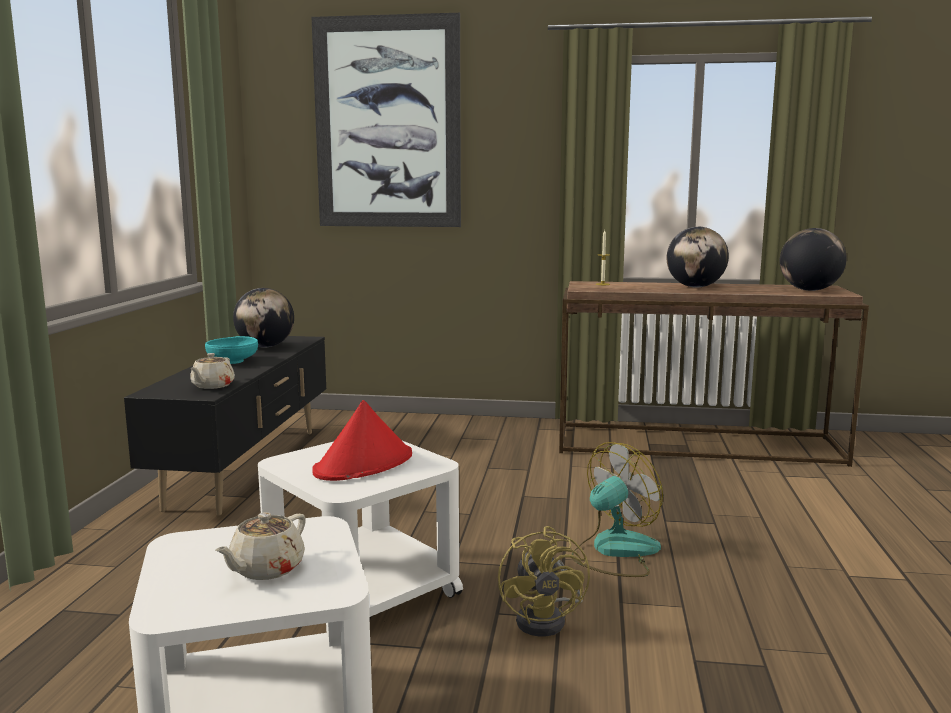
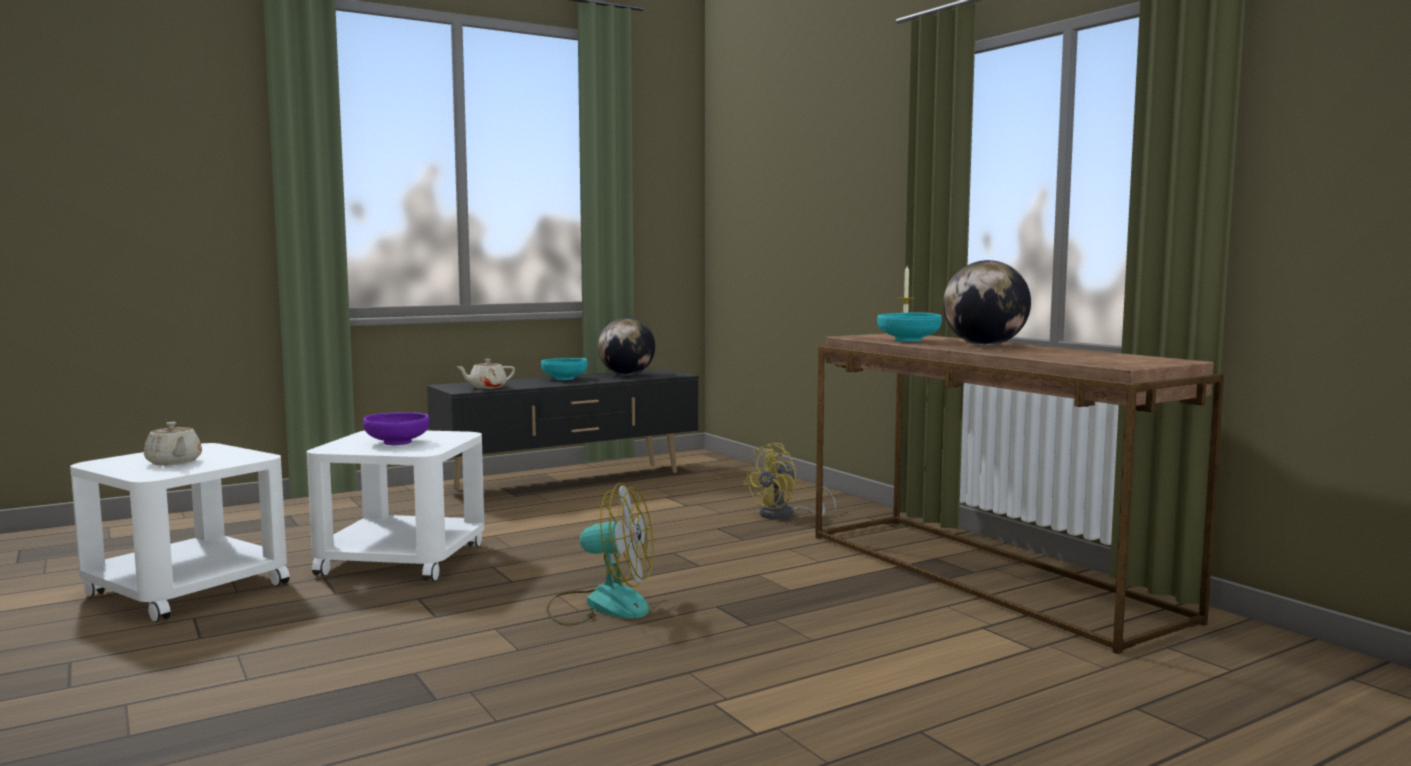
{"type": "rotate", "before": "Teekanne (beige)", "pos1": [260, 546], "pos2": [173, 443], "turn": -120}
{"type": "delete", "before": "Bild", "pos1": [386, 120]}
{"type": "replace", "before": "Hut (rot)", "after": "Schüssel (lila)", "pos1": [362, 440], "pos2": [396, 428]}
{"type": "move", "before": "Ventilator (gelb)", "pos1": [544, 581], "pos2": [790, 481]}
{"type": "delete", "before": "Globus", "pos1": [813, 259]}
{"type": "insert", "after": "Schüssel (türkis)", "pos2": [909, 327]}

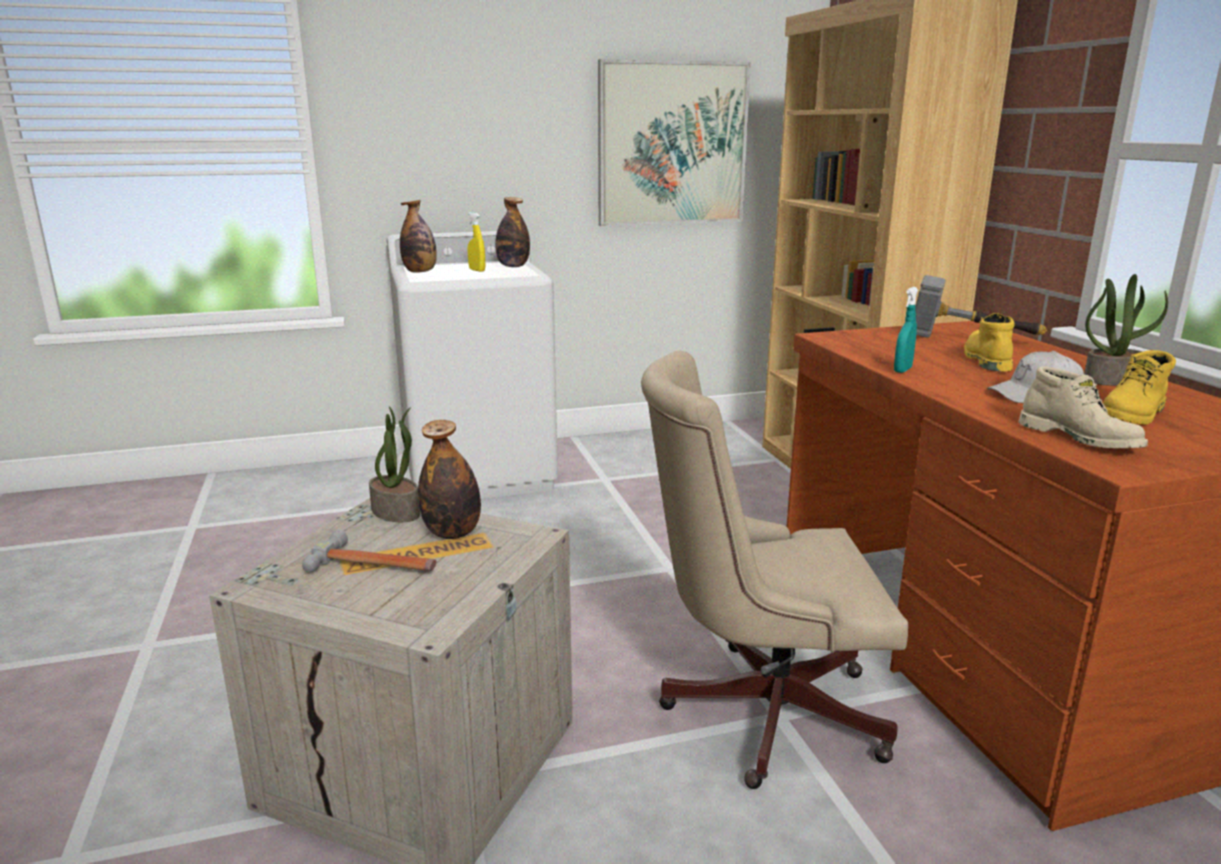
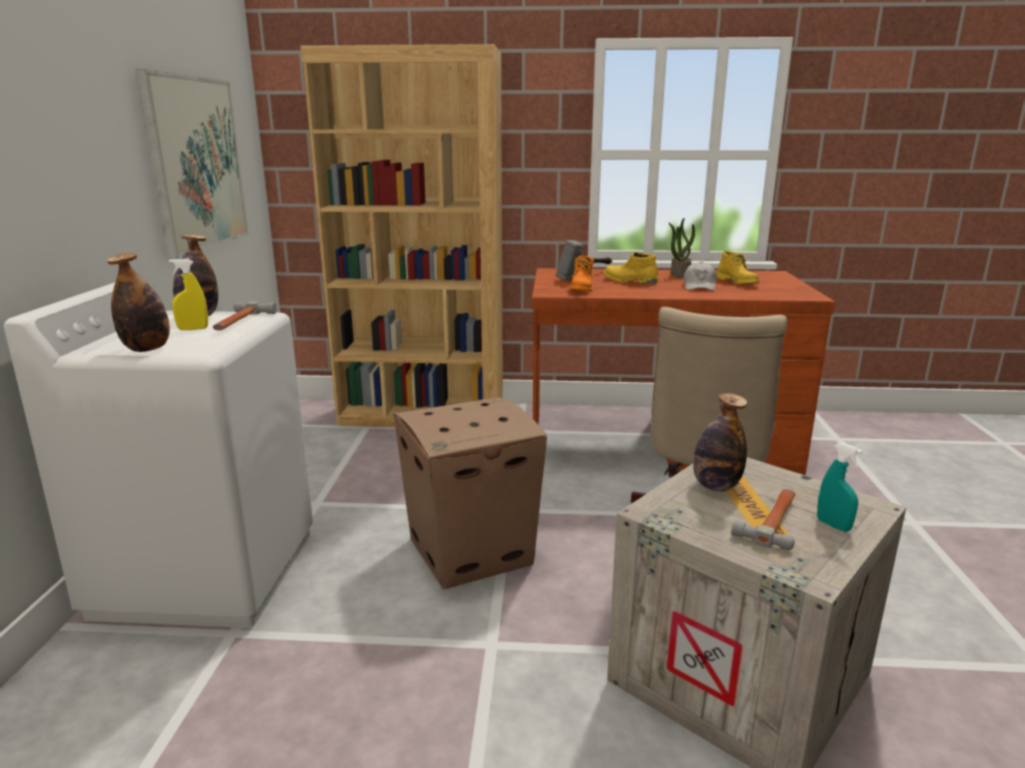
{"type": "delete", "before": "Topfpflanze", "pos1": [394, 464]}
{"type": "move", "before": "Sprühflasche (türkis)", "pos1": [906, 330], "pos2": [840, 487]}
{"type": "delete", "before": "Stiefel (beige)", "pos1": [1083, 407]}
{"type": "insert", "after": "Hammer", "pos2": [245, 316]}
{"type": "insert", "after": "Karton", "pos2": [470, 493]}
{"type": "insert", "after": "Stiefel (orange)", "pos2": [581, 274]}

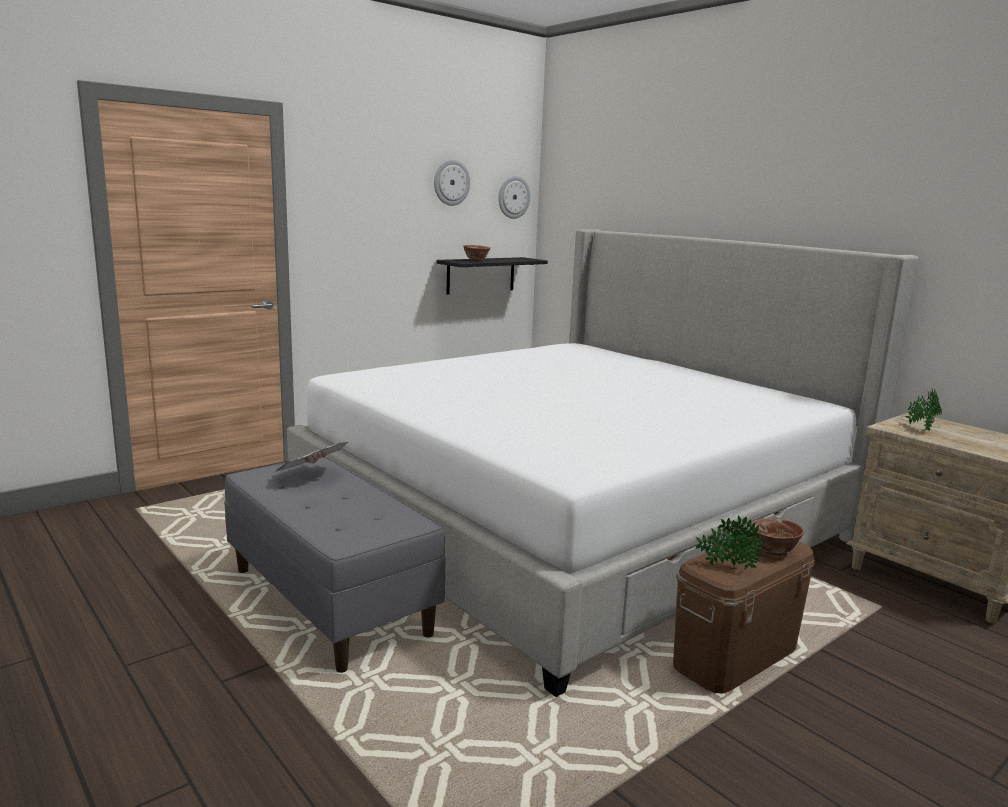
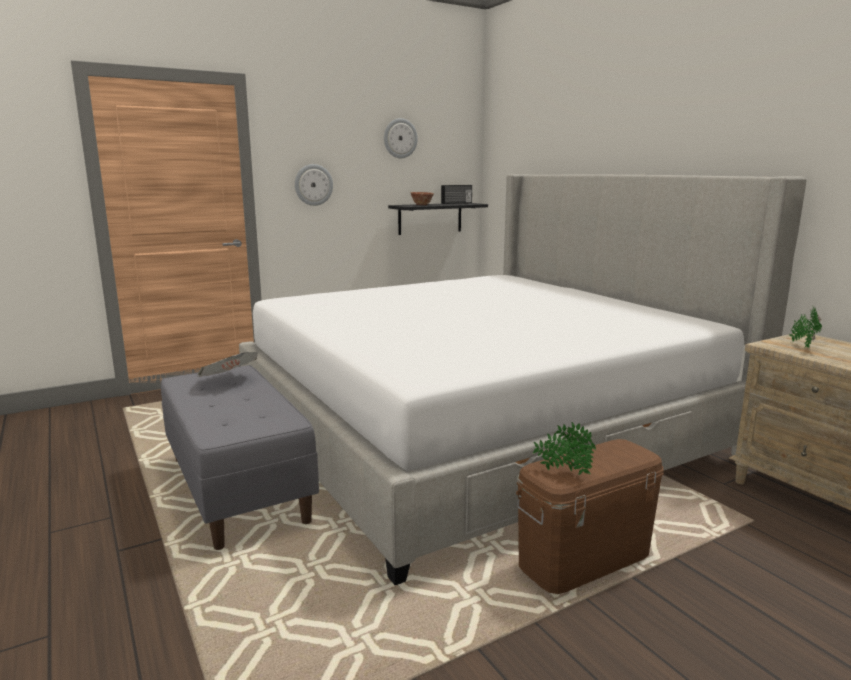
{"type": "move", "before": "Wanduhr", "pos1": [514, 197], "pos2": [314, 185]}
{"type": "delete", "before": "Schüssel", "pos1": [777, 537]}
{"type": "insert", "after": "Radio", "pos2": [456, 194]}

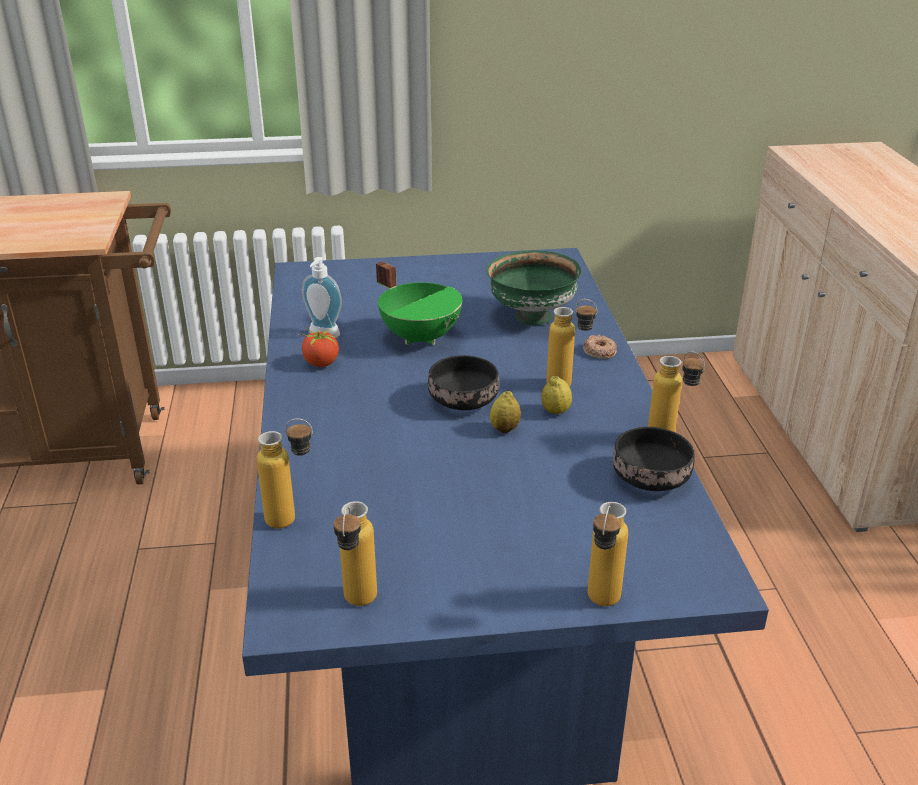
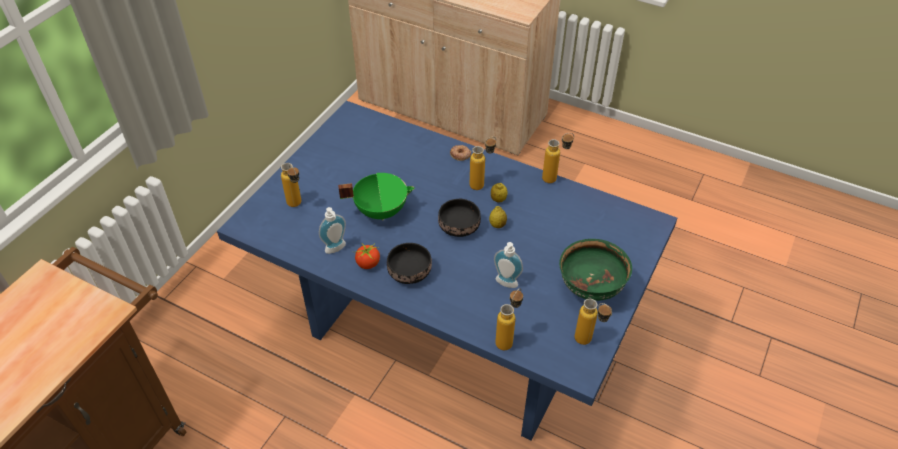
{"type": "move", "before": "Schüssel (grün)", "pos1": [534, 287], "pos2": [595, 270]}
{"type": "move", "before": "Flasche", "pos1": [608, 554], "pos2": [291, 185]}
{"type": "move", "before": "Schüssel (schwarz)", "pos1": [654, 459], "pos2": [409, 263]}
{"type": "insert", "after": "Seifenspender", "pos2": [508, 265]}

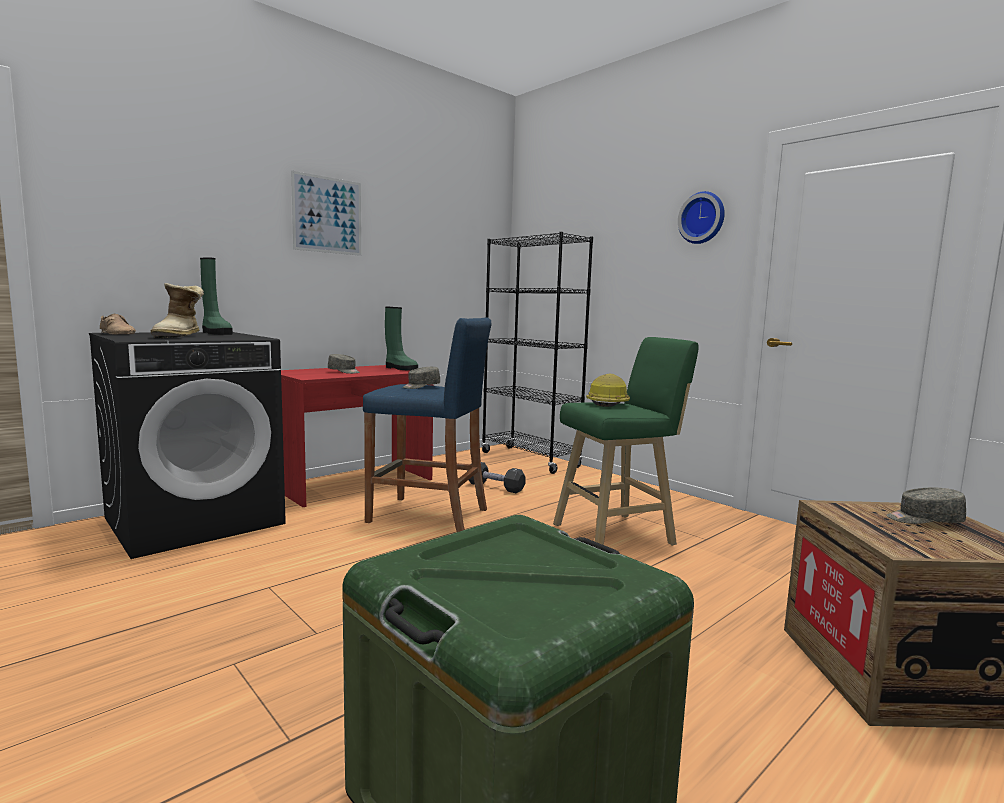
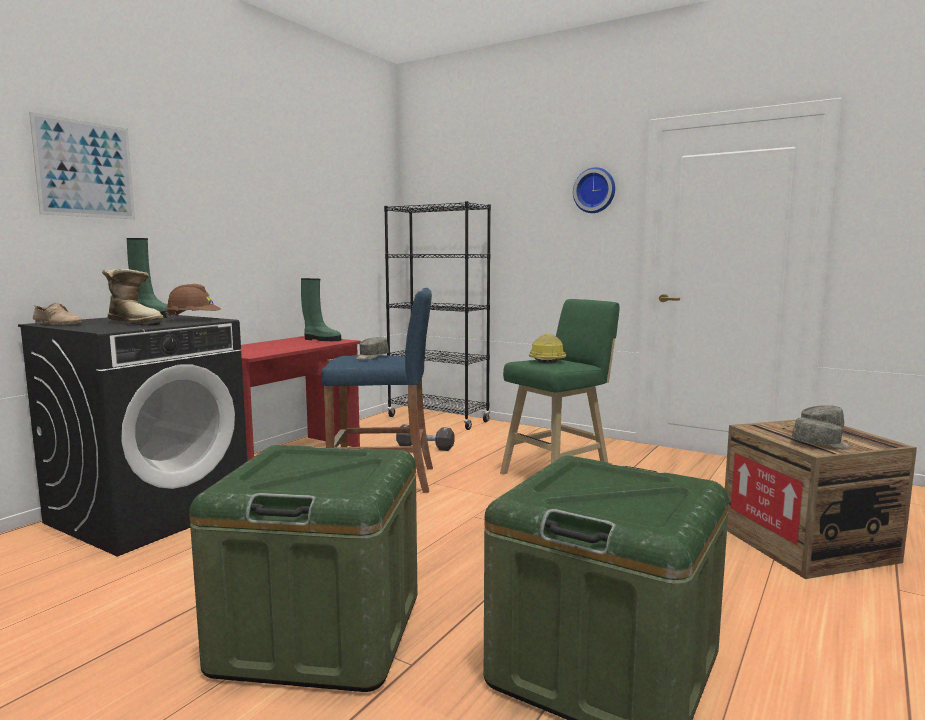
{"type": "rotate", "before": "Stiefel", "pos1": [177, 310], "pos2": [133, 297], "turn": -45}
{"type": "move", "before": "Bild", "pos1": [326, 213], "pos2": [82, 165]}
{"type": "move", "before": "Kappe (grau)", "pos1": [344, 364], "pos2": [822, 434]}
{"type": "insert", "after": "Schutzhelm (braun)", "pos2": [193, 302]}
{"type": "insert", "after": "Aufbewahrungsbox (grün)", "pos2": [303, 568]}

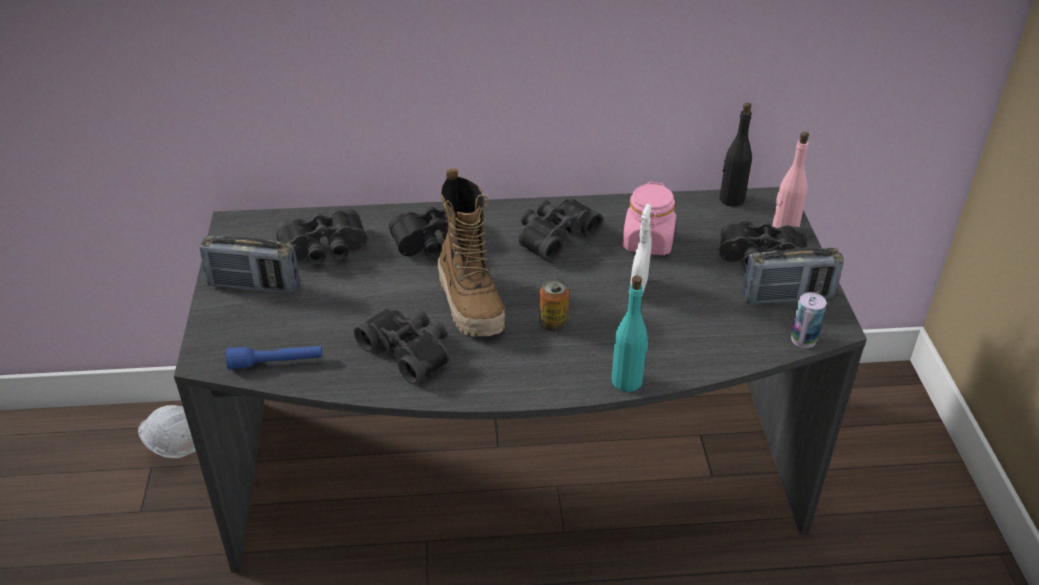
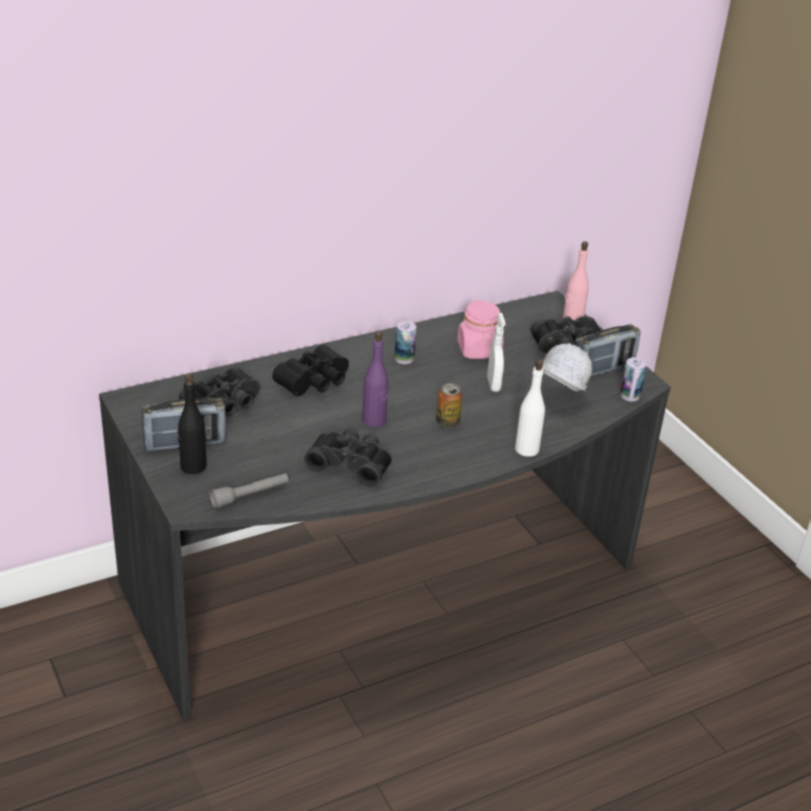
{"type": "move", "before": "Schutzhelm (weiß)", "pos1": [167, 431], "pos2": [567, 367]}
{"type": "recolor", "before": "Taschenlampe (blau)", "after": "Taschenlampe (grau)", "pos1": [274, 358], "pos2": [249, 491]}
{"type": "replace", "before": "Stiefel", "after": "Flasche (lila)", "pos1": [471, 252], "pos2": [375, 379]}
{"type": "replace", "before": "Fernglas (schwarz)", "after": "Dose", "pos1": [560, 230], "pos2": [406, 342]}
{"type": "recolor", "before": "Flasche (türkis)", "after": "Flasche (weiß)", "pos1": [630, 334], "pos2": [530, 408]}
{"type": "move", "before": "Flasche (schwarz)", "pos1": [736, 155], "pos2": [191, 423]}

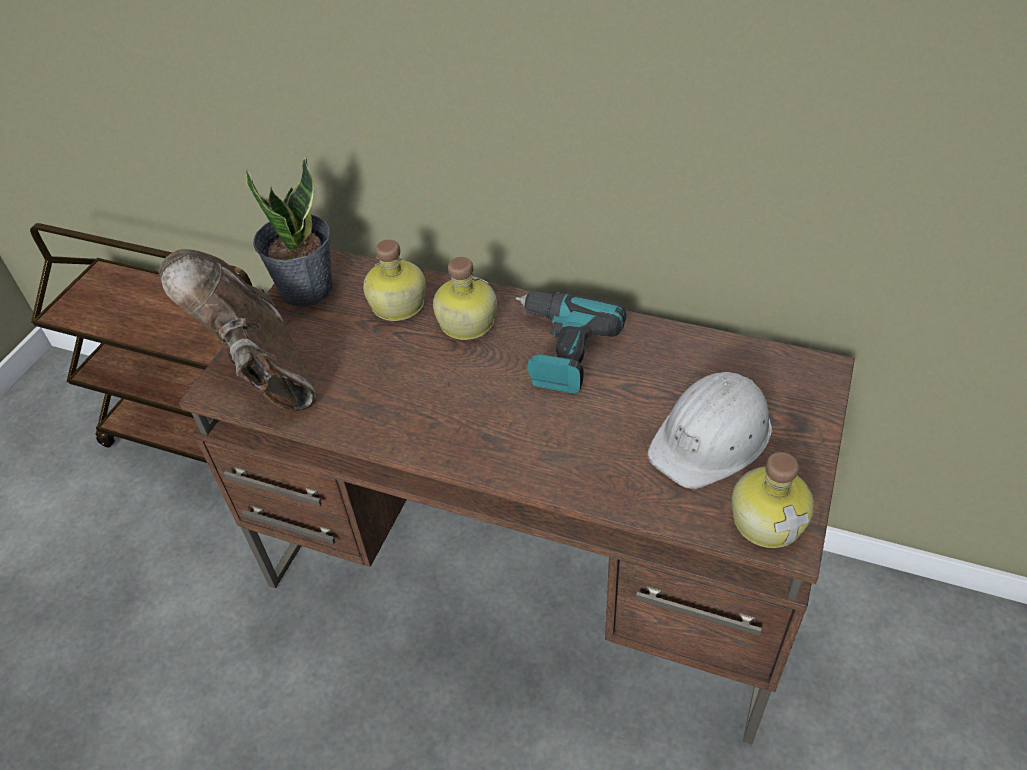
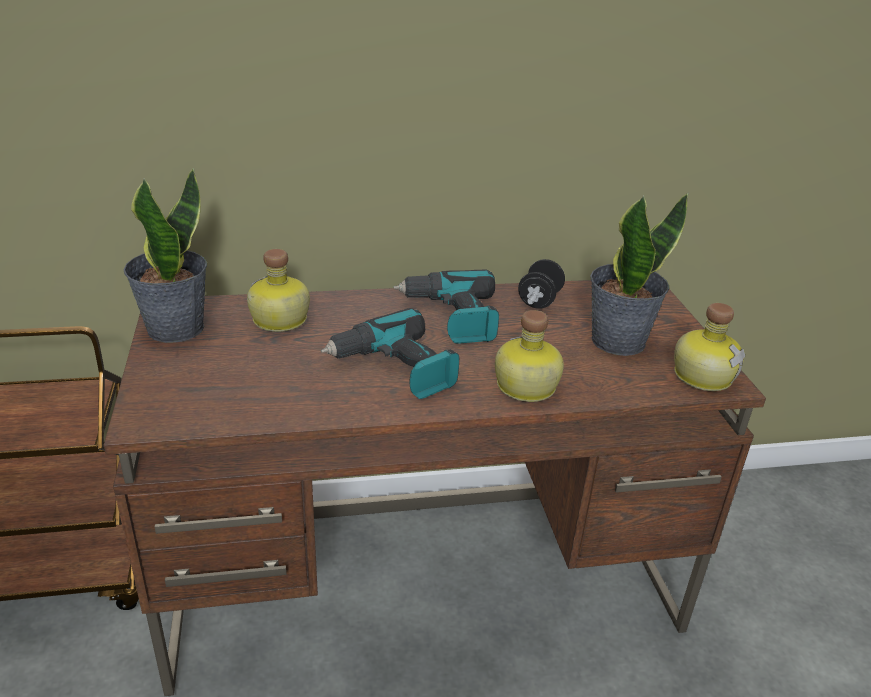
{"type": "delete", "before": "Stiefel (braun)", "pos1": [237, 330]}
{"type": "move", "before": "Flasche", "pos1": [465, 298], "pos2": [529, 356]}
{"type": "replace", "before": "Schutzhelm (weiß)", "after": "Topfpflanze", "pos1": [709, 430], "pos2": [639, 274]}
{"type": "insert", "after": "Bohrmaschine", "pos2": [389, 353]}
{"type": "insert", "after": "Hantel (schwarz)", "pos2": [541, 284]}

